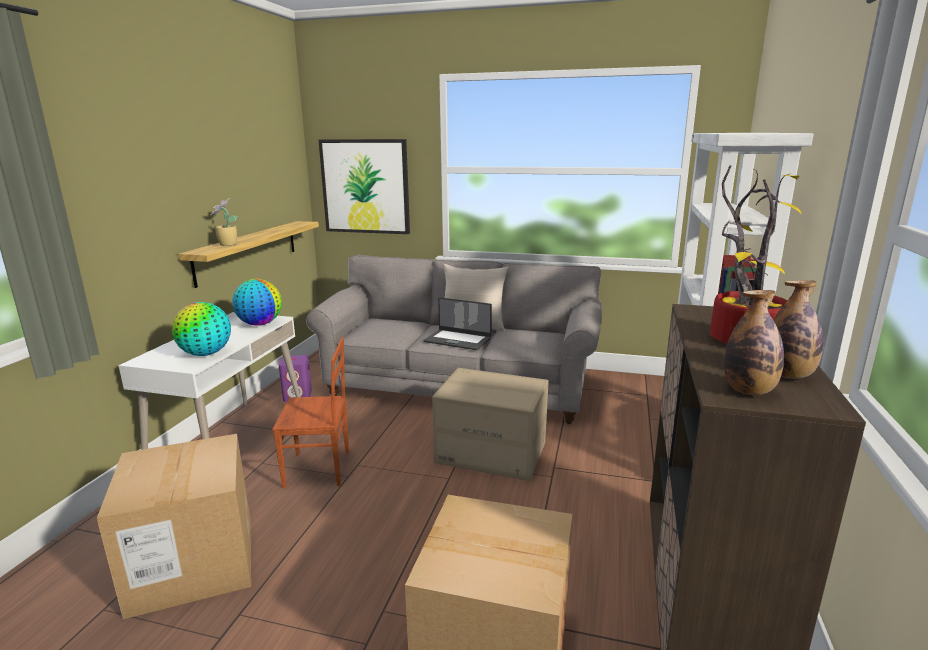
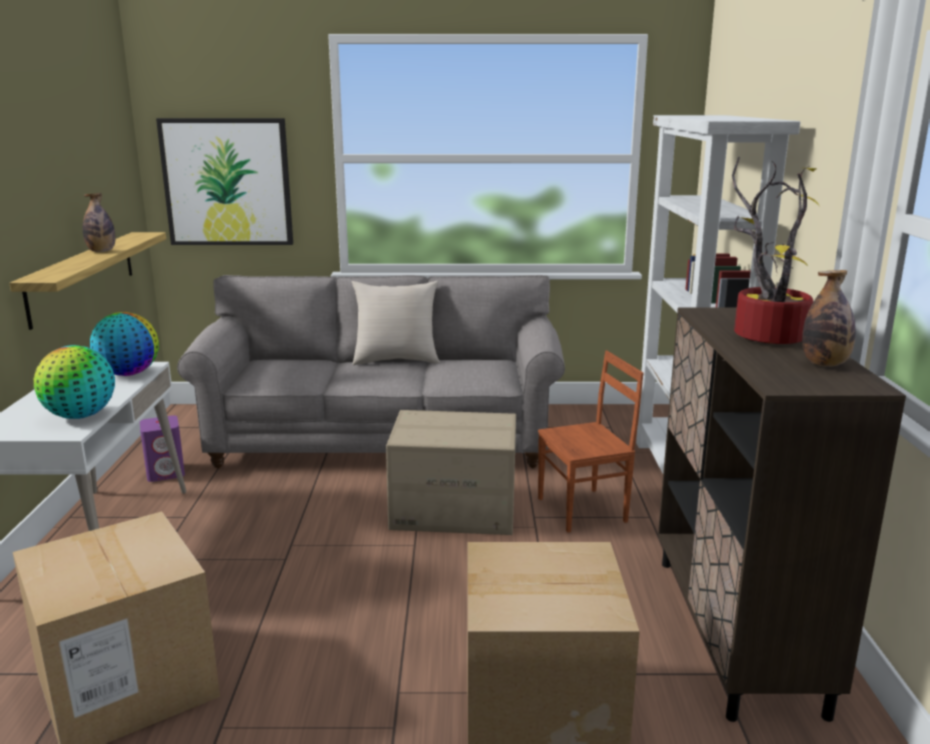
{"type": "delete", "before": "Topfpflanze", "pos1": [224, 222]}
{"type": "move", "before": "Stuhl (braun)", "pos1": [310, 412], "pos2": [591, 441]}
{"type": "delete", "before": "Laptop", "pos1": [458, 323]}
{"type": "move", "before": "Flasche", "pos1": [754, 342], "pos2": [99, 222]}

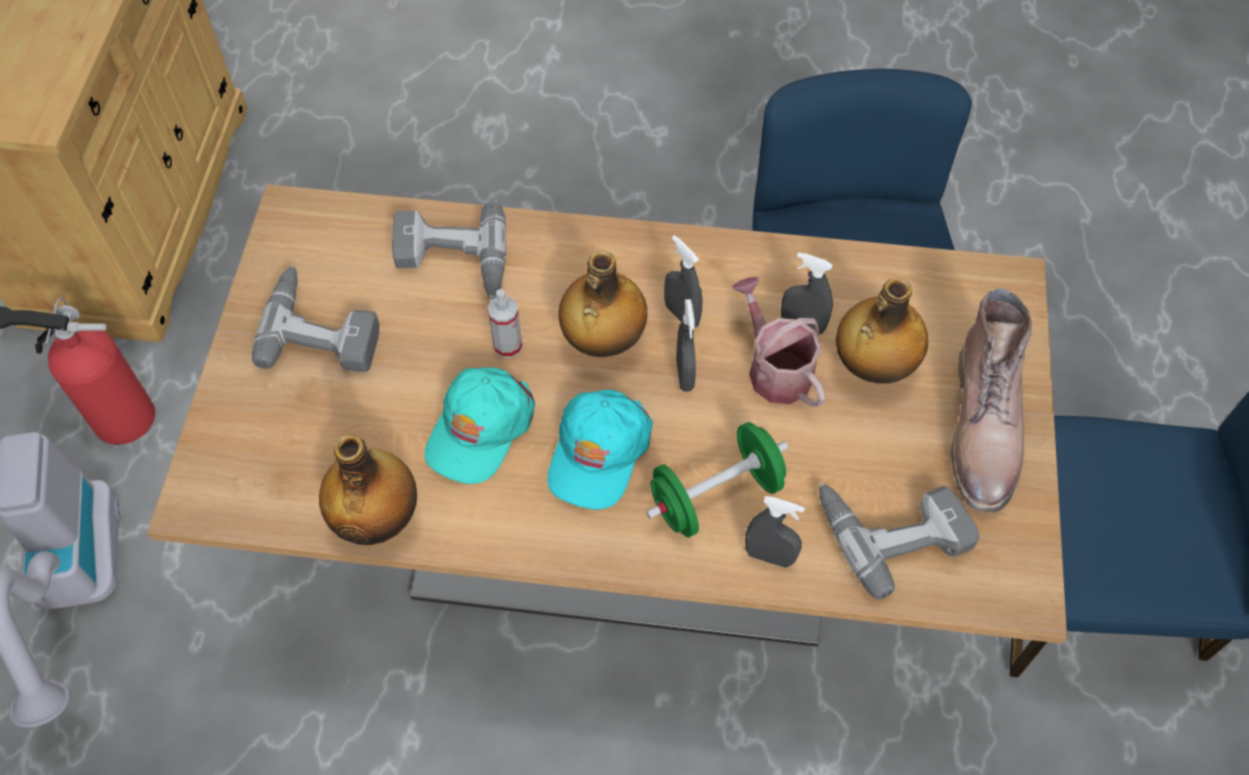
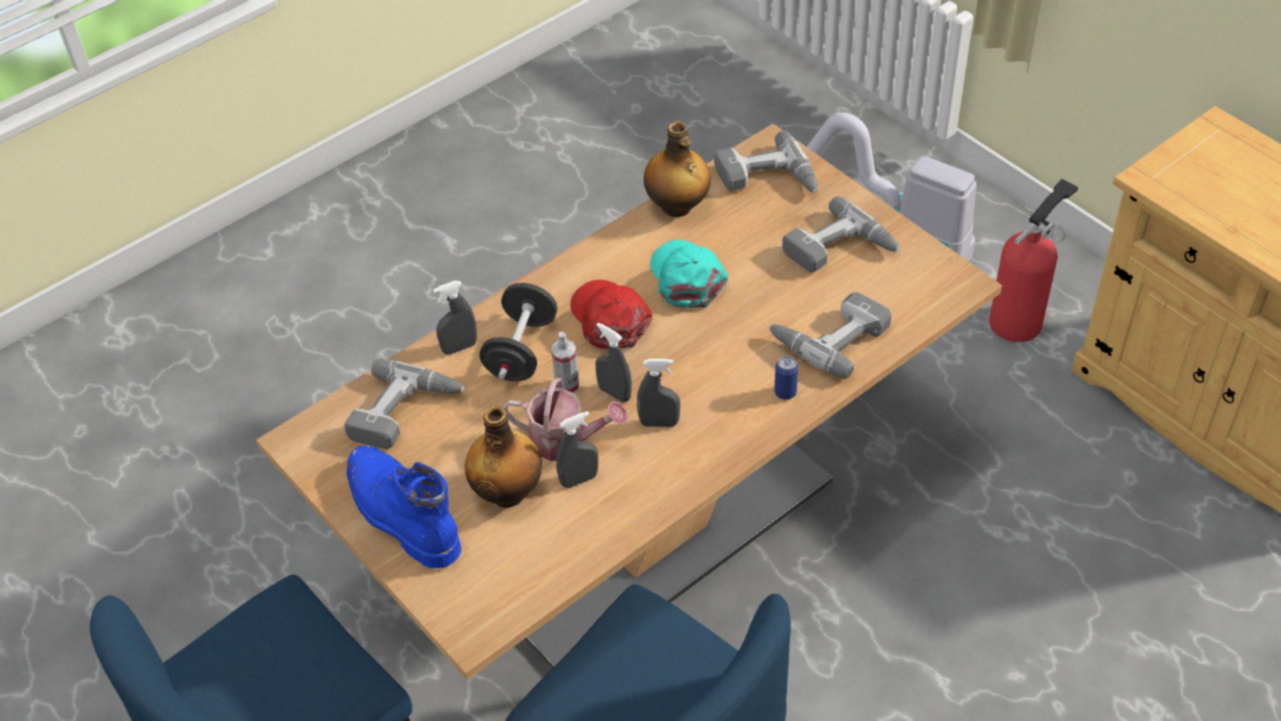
{"type": "move", "before": "Sprühflasche", "pos1": [505, 323], "pos2": [565, 362]}
{"type": "recolor", "before": "Kappe (türkis)", "after": "Kappe (rot)", "pos1": [600, 450], "pos2": [611, 314]}
{"type": "delete", "before": "Flasche", "pos1": [603, 304]}
{"type": "recolor", "before": "Hantel (grün)", "after": "Hantel (schwarz)", "pos1": [717, 479], "pos2": [518, 332]}
{"type": "recolor", "before": "Stiefel (braun)", "after": "Stiefel (blau)", "pos1": [990, 401], "pos2": [404, 507]}
{"type": "insert", "after": "Bohrmaschine", "pos2": [766, 162]}
{"type": "insert", "after": "Dose", "pos2": [786, 377]}

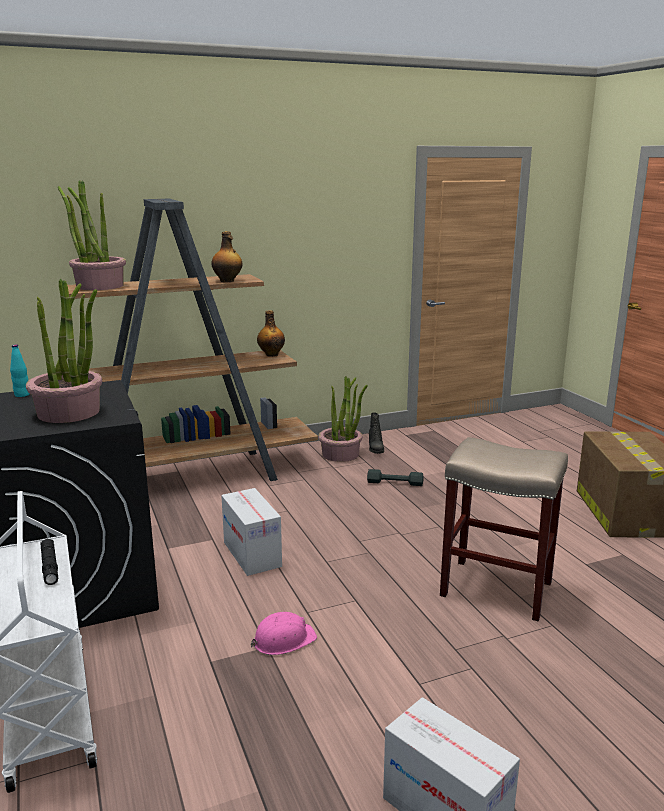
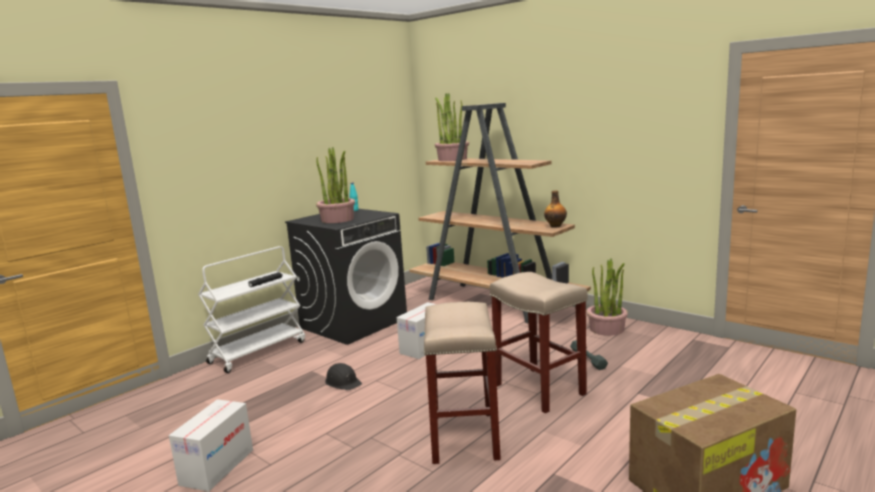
{"type": "delete", "before": "Flasche", "pos1": [227, 256]}
{"type": "recolor", "before": "Schutzhelm (rosa)", "after": "Schutzhelm (schwarz)", "pos1": [284, 633], "pos2": [343, 376]}
{"type": "delete", "before": "Stiefel (schwarz)", "pos1": [376, 433]}
{"type": "insert", "after": "Hocker (beige)", "pos2": [539, 342]}

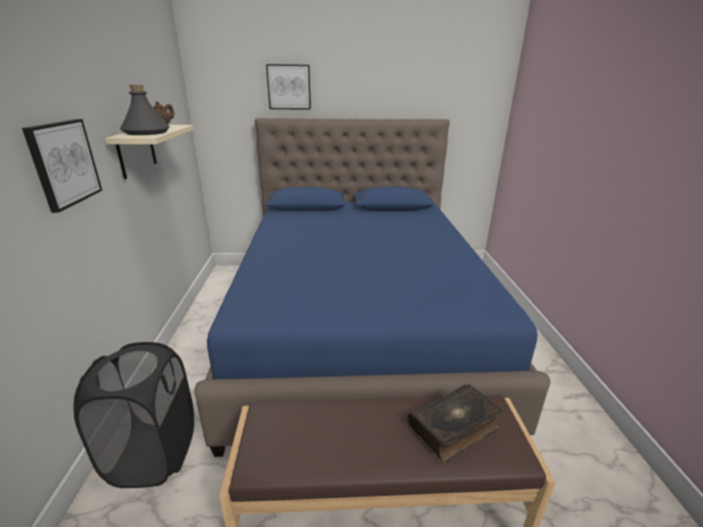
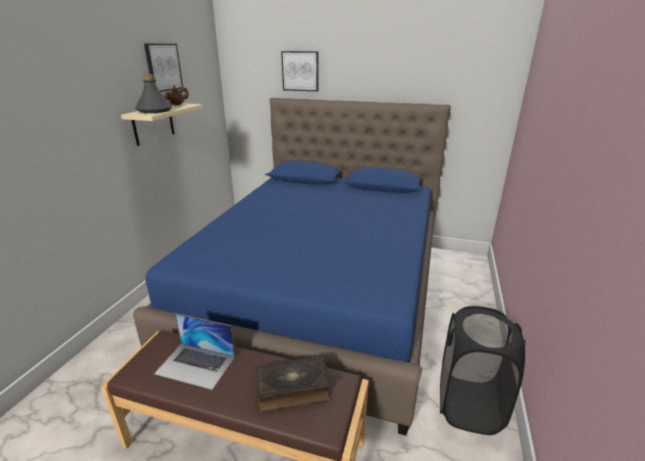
{"type": "move", "before": "Bild", "pos1": [62, 166], "pos2": [163, 68]}
{"type": "move", "before": "Wäschekorb (schwarz)", "pos1": [134, 415], "pos2": [483, 370]}
{"type": "insert", "after": "Laptop", "pos2": [194, 352]}

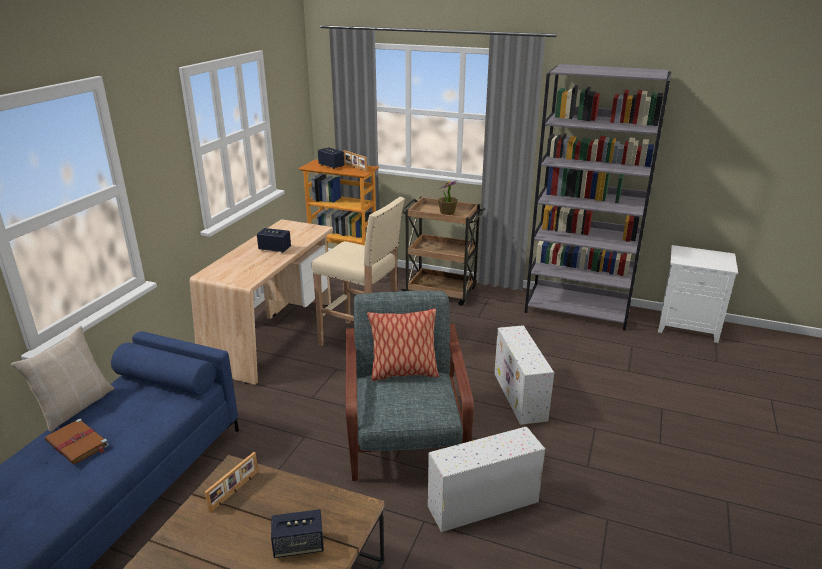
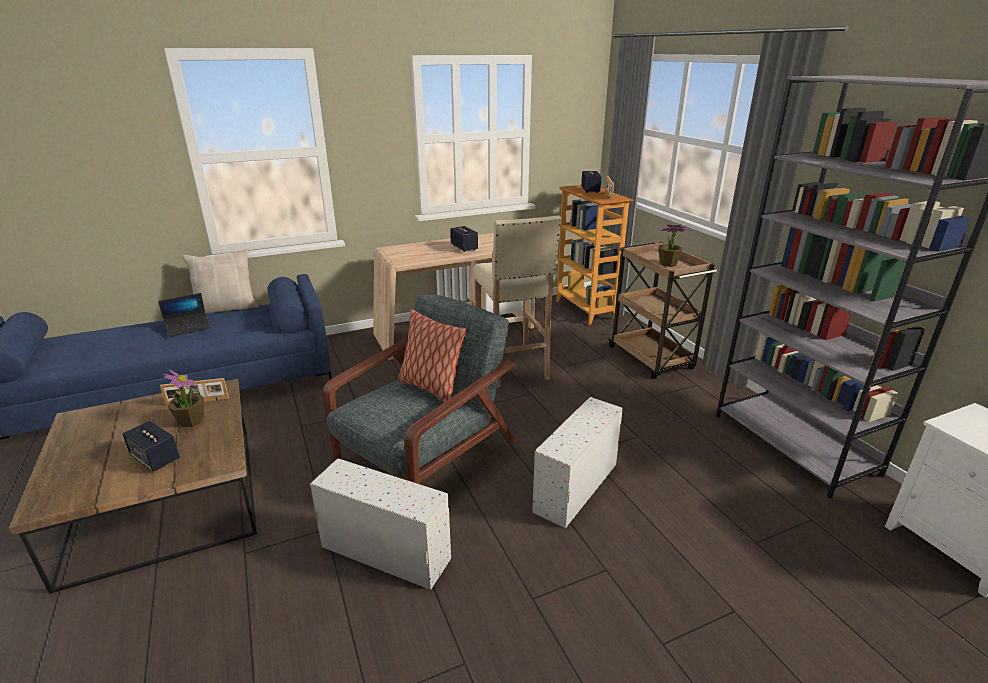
{"type": "replace", "before": "Buch (braun)", "after": "Laptop", "pos1": [77, 441], "pos2": [184, 315]}
{"type": "insert", "after": "Topfpflanze", "pos2": [183, 398]}

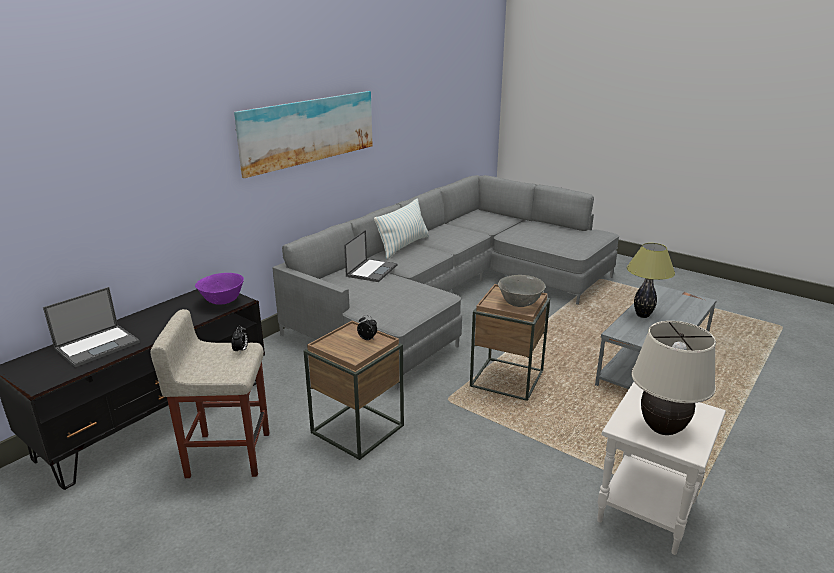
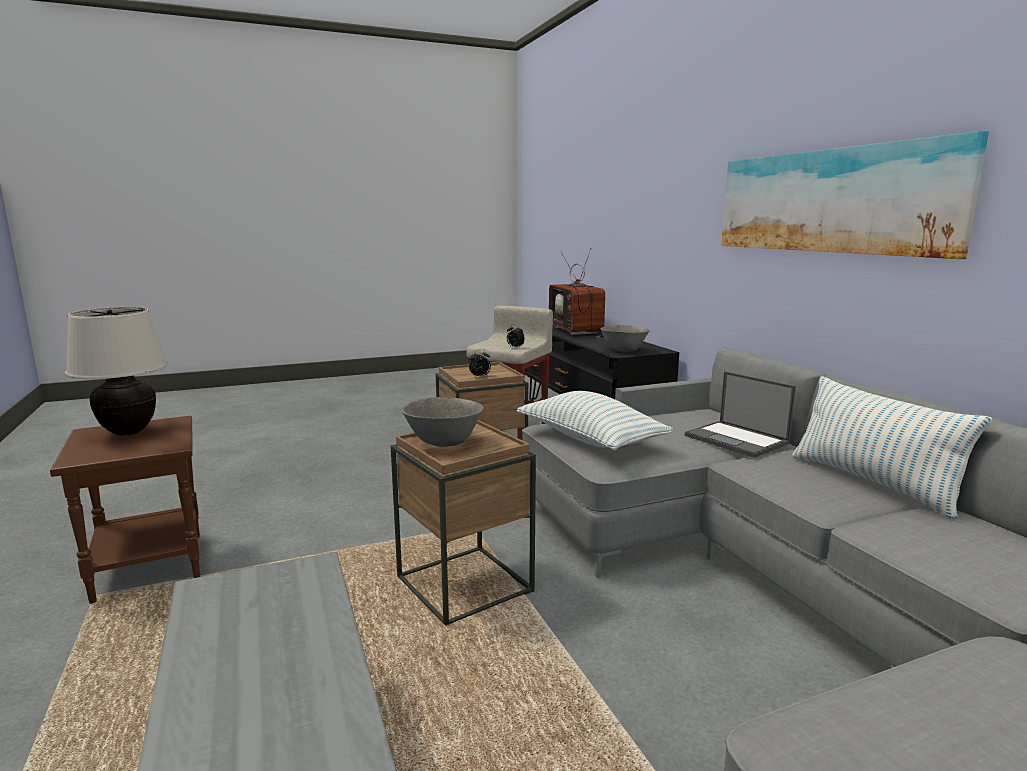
{"type": "replace", "before": "Laptop", "after": "Fernseher", "pos1": [91, 327], "pos2": [577, 293]}
{"type": "recolor", "before": "Schüssel (lila)", "after": "Schüssel (grau)", "pos1": [219, 289], "pos2": [625, 338]}
{"type": "recolor", "before": "Beistelltisch (weiß)", "after": "Beistelltisch (braun)", "pos1": [661, 468], "pos2": [125, 510]}
{"type": "delete", "before": "Tischlampe", "pos1": [651, 280]}
{"type": "insert", "after": "Kissen", "pos2": [595, 420]}

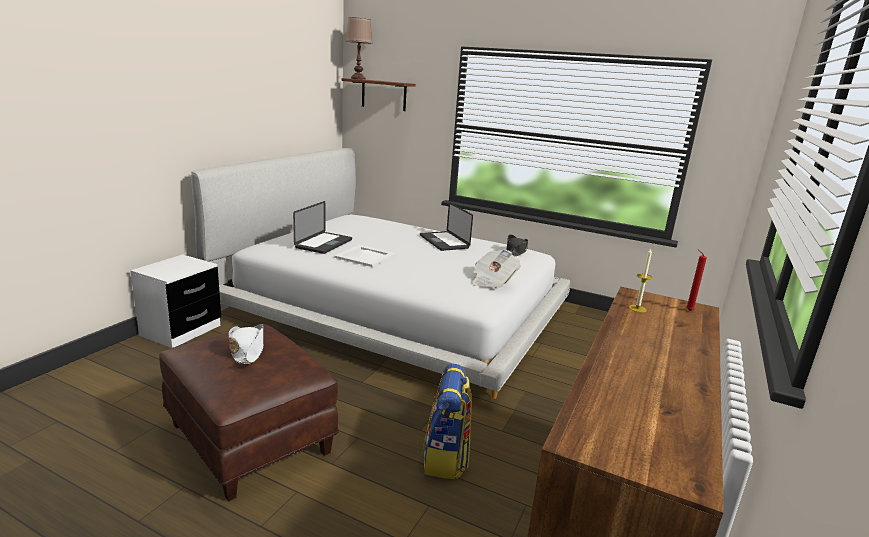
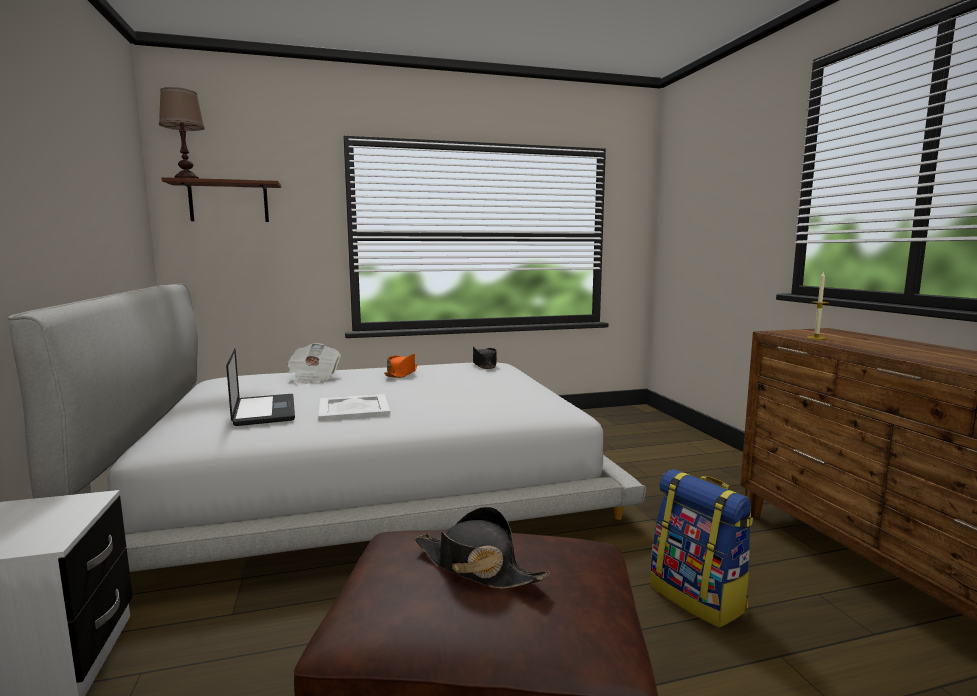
{"type": "recolor", "before": "Hut (weiß)", "after": "Hut (schwarz)", "pos1": [245, 344], "pos2": [482, 547]}
{"type": "replace", "before": "Laptop", "after": "Hut (orange)", "pos1": [446, 226], "pos2": [401, 366]}
{"type": "move", "before": "Zeitung", "pos1": [496, 269], "pos2": [314, 363]}
{"type": "delete", "before": "Kerze (rot)", "pos1": [696, 280]}

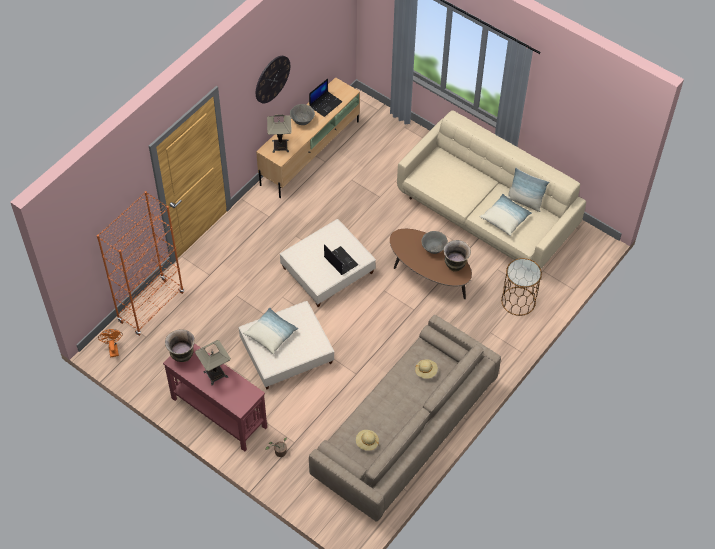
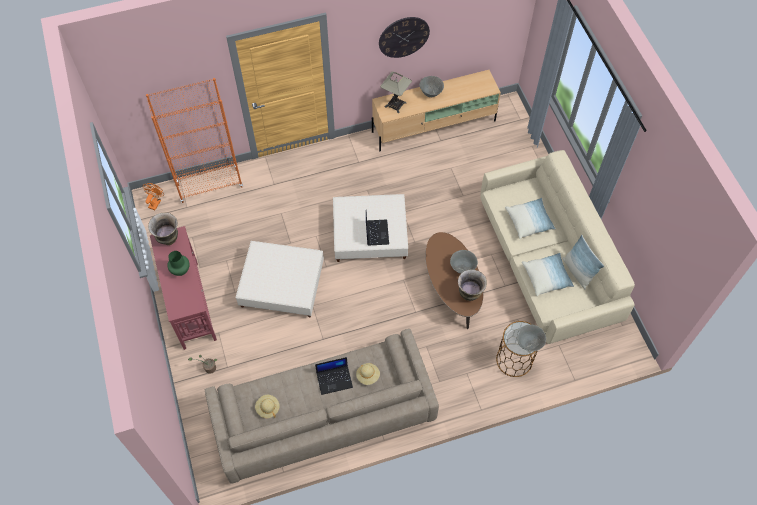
{"type": "replace", "before": "Tischlampe", "after": "Vase (grün)", "pos1": [213, 362], "pos2": [178, 263]}
{"type": "move", "before": "Kissen", "pos1": [271, 331], "pos2": [530, 218]}
{"type": "move", "before": "Laptop", "pos1": [325, 97], "pos2": [334, 376]}
{"type": "insert", "after": "Schüssel (grau)", "pos2": [531, 337]}

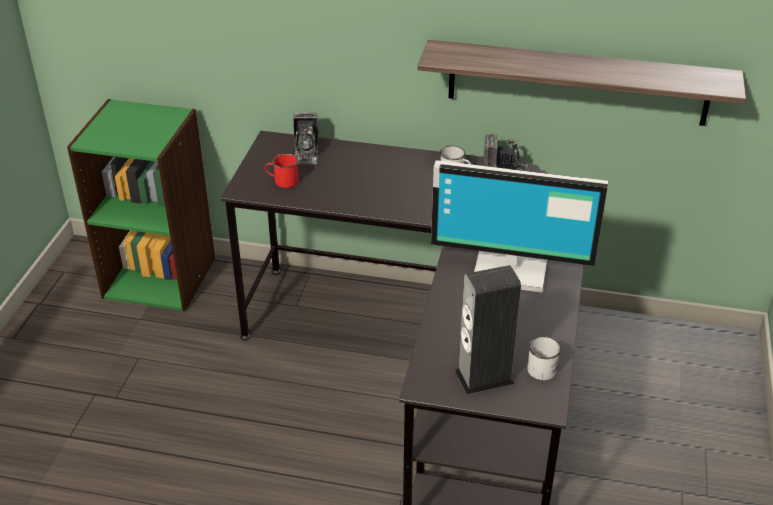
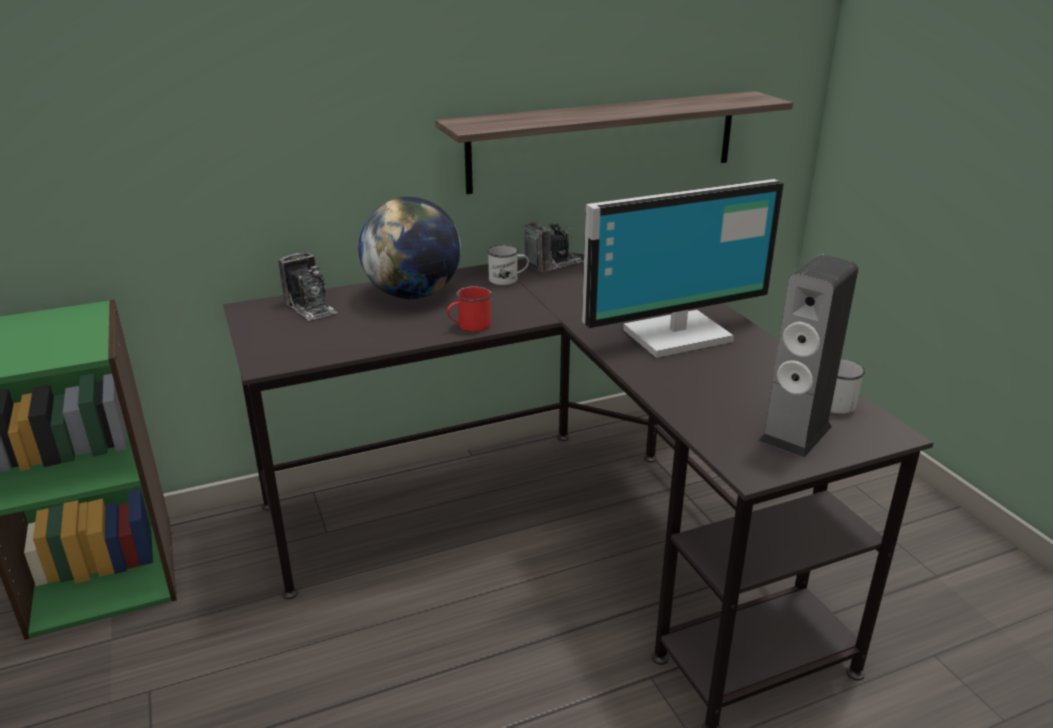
{"type": "move", "before": "Henkelbecher (rot)", "pos1": [281, 171], "pos2": [469, 309]}
{"type": "insert", "after": "Globus", "pos2": [409, 248]}

